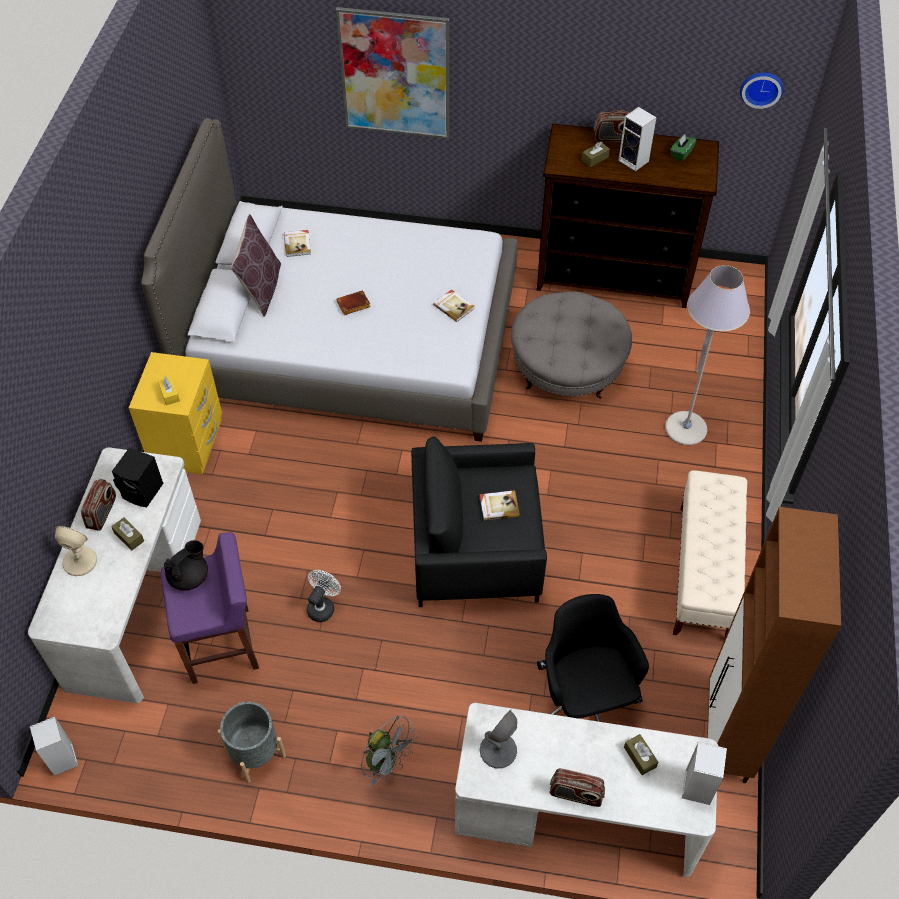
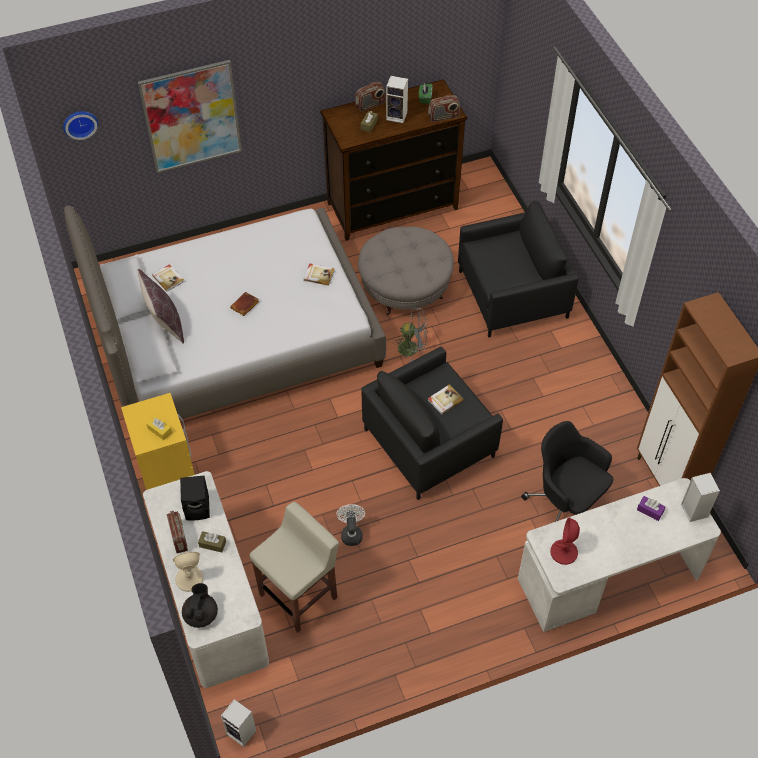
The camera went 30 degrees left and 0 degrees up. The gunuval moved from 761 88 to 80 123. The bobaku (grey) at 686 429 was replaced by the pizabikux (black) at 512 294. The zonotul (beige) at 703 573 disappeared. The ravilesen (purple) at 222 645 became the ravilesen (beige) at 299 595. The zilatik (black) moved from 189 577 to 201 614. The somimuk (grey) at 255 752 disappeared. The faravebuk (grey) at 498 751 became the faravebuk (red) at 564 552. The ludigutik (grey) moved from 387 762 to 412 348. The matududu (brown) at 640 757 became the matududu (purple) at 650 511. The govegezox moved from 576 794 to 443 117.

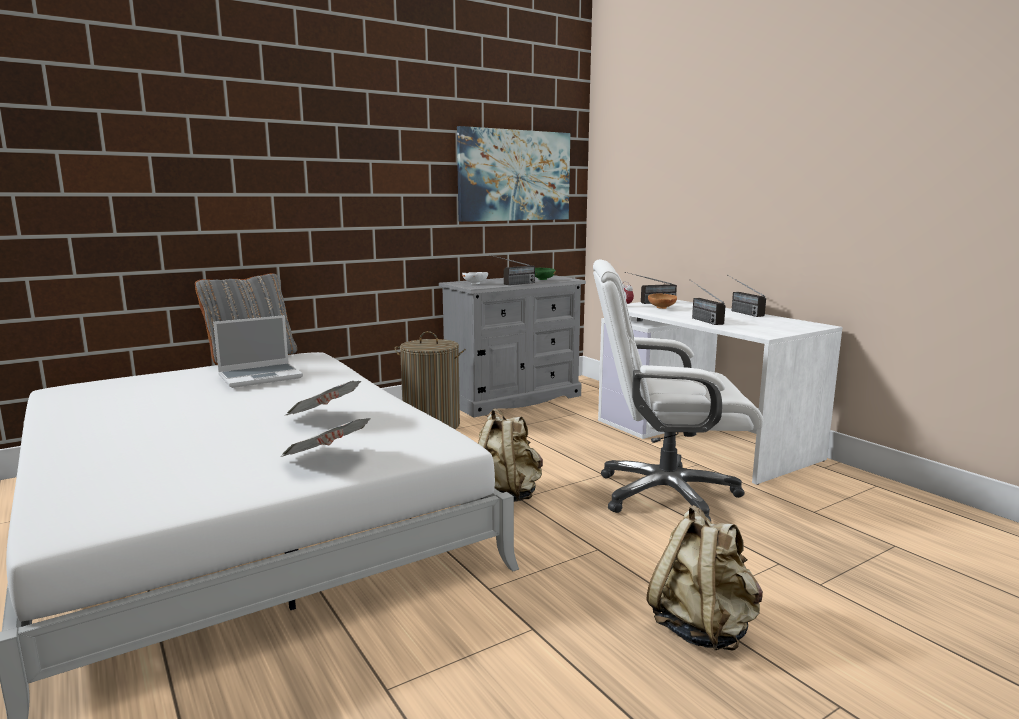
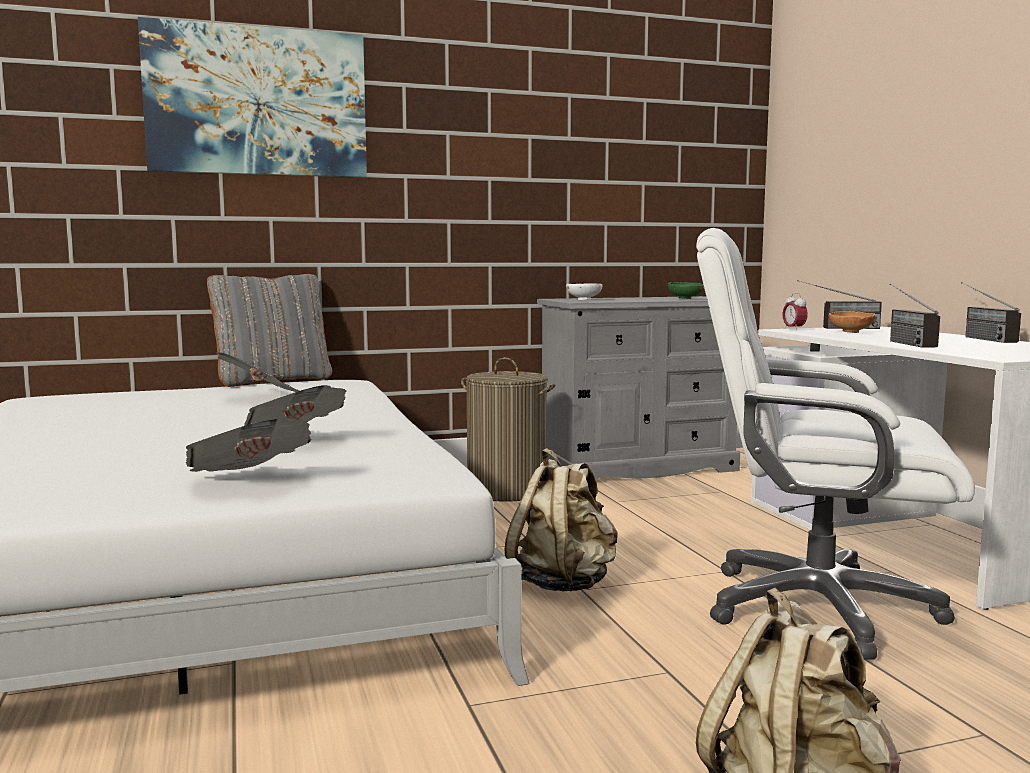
The camera went 15 degrees right and 5 degrees down. The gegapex moved from 514 175 to 257 102. The govegezox at 512 284 disappeared. The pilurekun at 261 377 was replaced by the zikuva at 262 396.

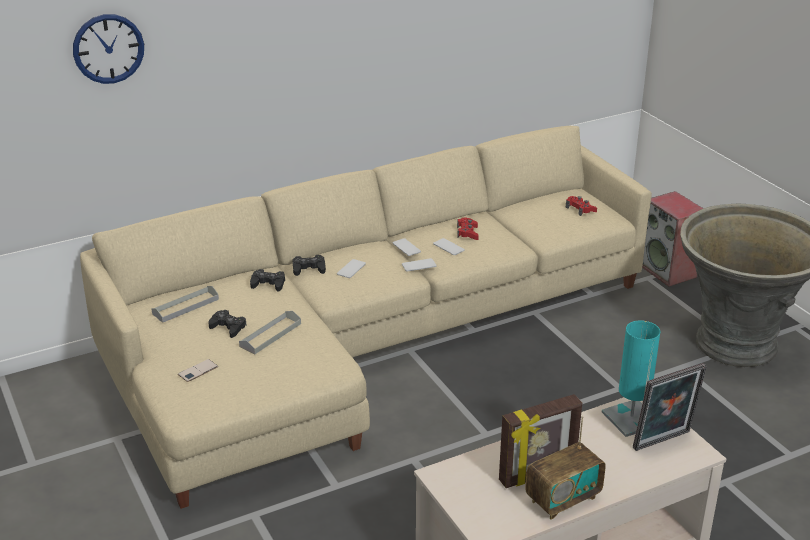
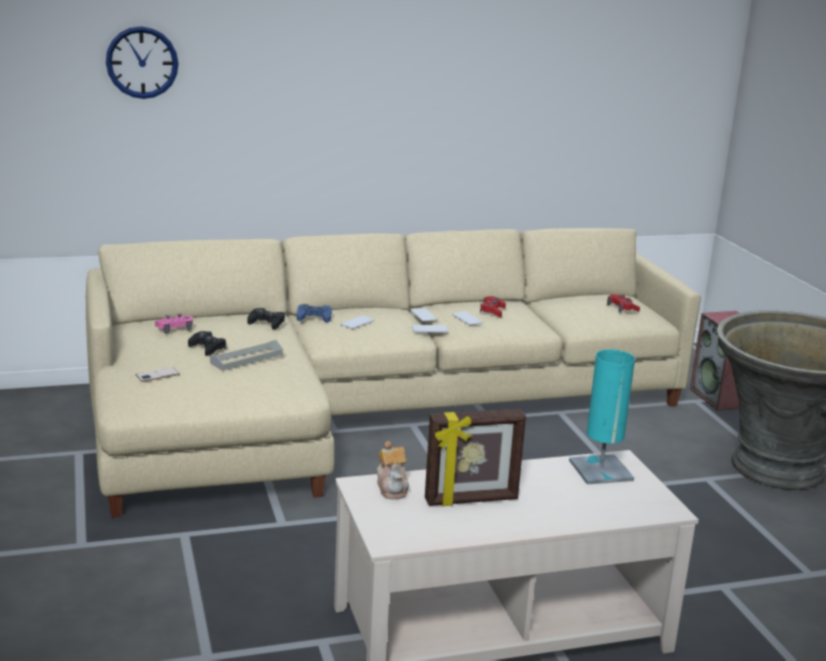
The camera went 10 degrees right and 10 degrees down. The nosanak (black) at 309 269 became the nosanak (blue) at 314 318. The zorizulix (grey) at 185 306 was replaced by the nosanak (pink) at 174 328. The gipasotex at 663 442 disappeared. The govegezox at 563 499 disappeared. The zilatik at 392 487 appeared.

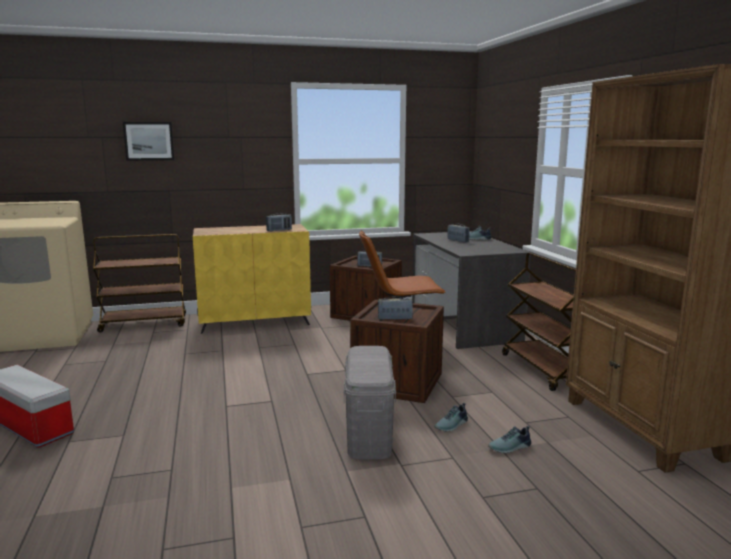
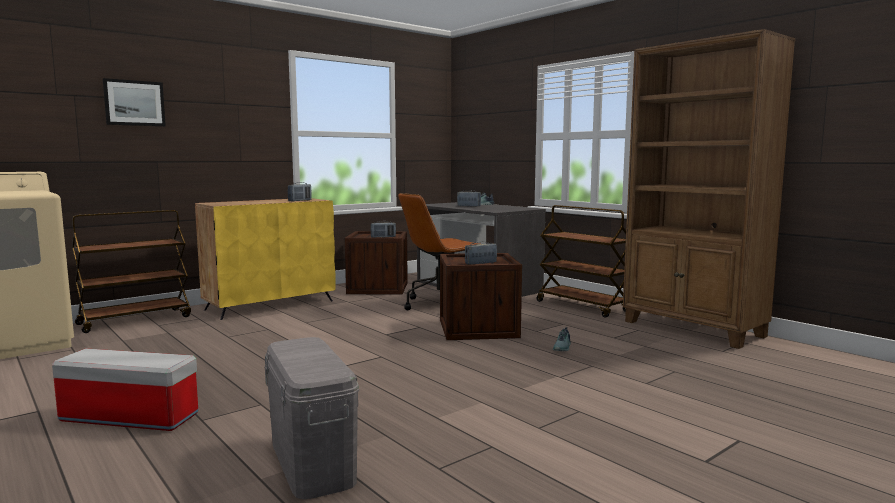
The camera went 25 degrees left and 5 degrees down. The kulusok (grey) moved from 368 433 to 311 461. The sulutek at 510 448 disappeared.

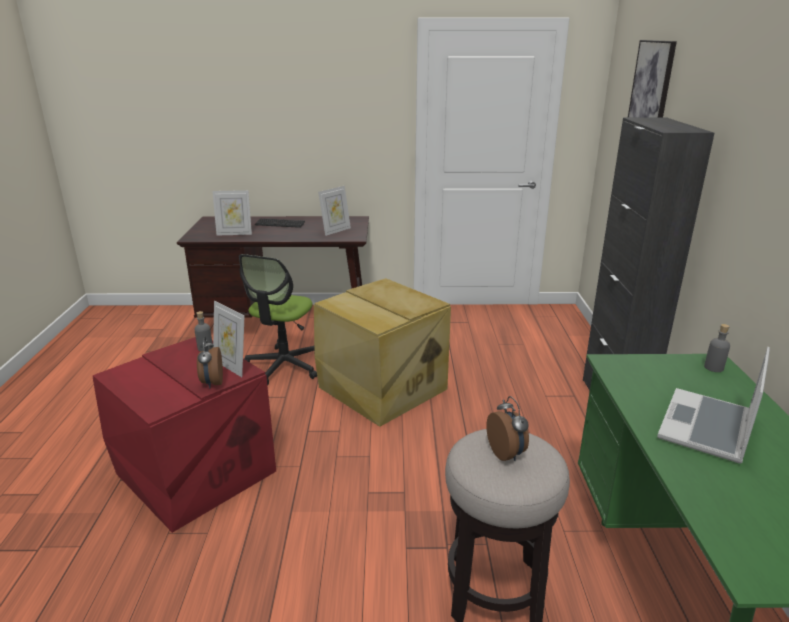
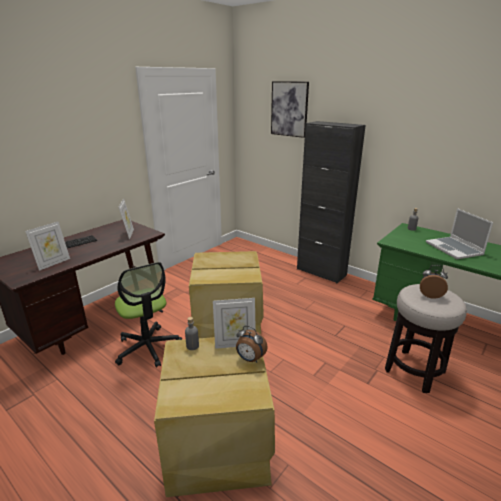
The camera went 50 degrees left and 0 degrees up. The kulusok (red) at 195 474 became the kulusok (beige) at 219 445.

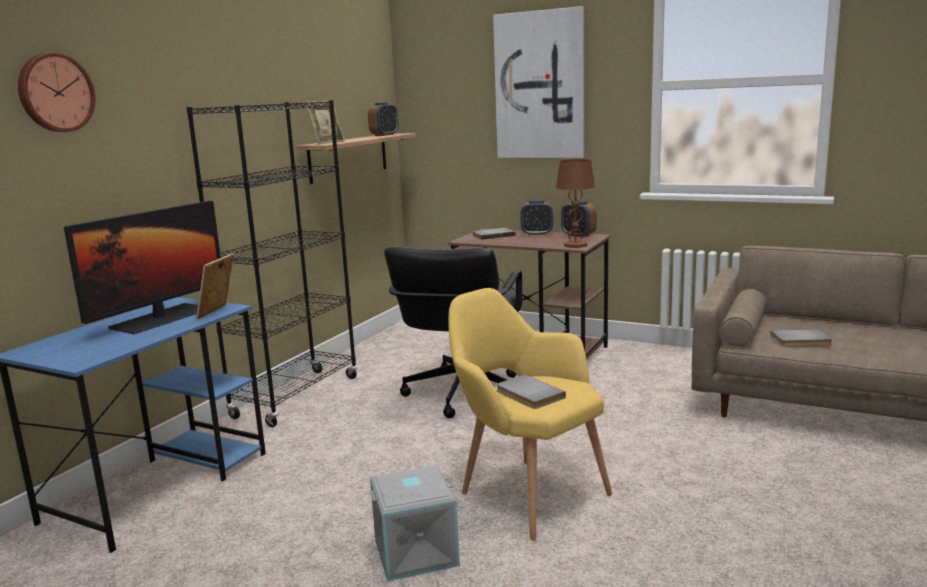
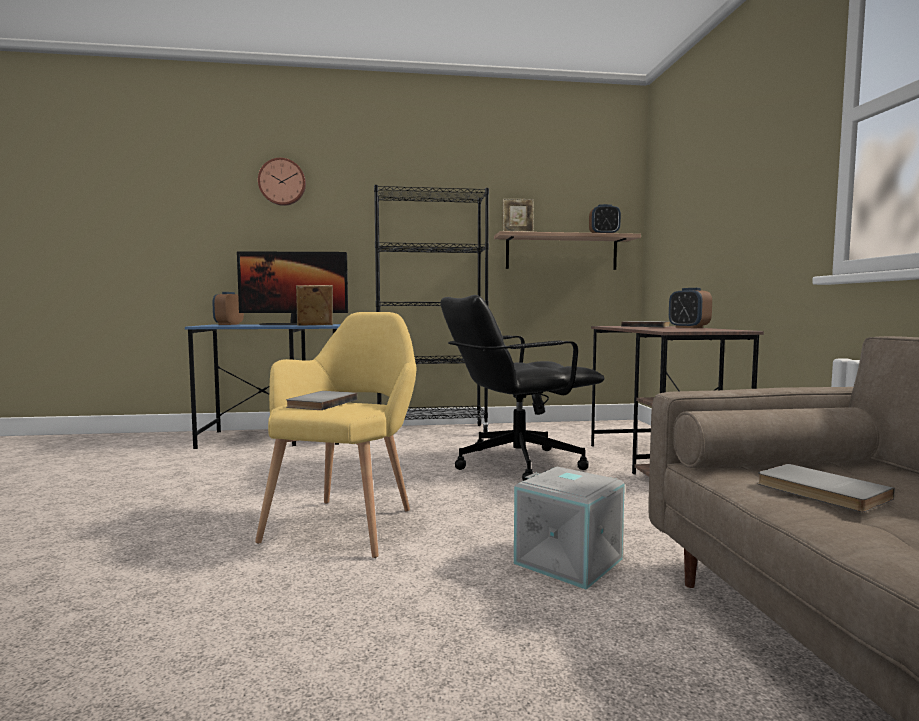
The camera went 55 degrees right and 10 degrees down. The gegapex at 540 86 disappeared. The faravebuk (brown) at 575 245 disappeared. The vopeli moved from 578 235 to 228 324. The kulusok (grey) moved from 416 551 to 570 560.

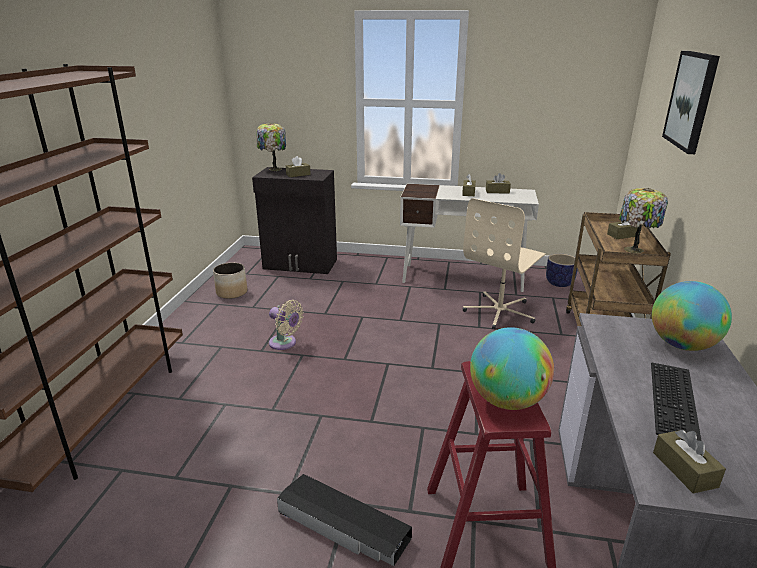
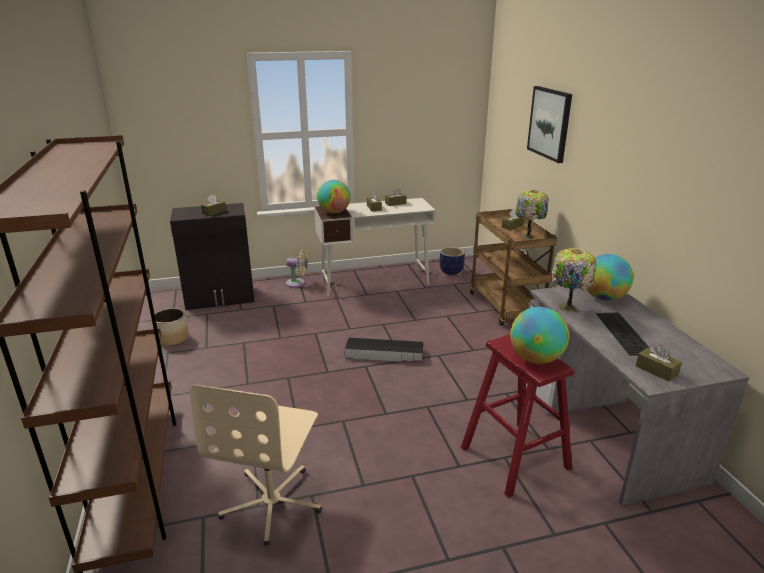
The camera went 25 degrees left and 0 degrees up. The faravebuk moved from 274 169 to 567 308. The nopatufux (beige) moved from 500 312 to 272 503. The ludigutik (beige) moved from 285 343 to 297 283. The kulusok (black) moved from 343 525 to 384 354. The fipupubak at 334 212 appeared.

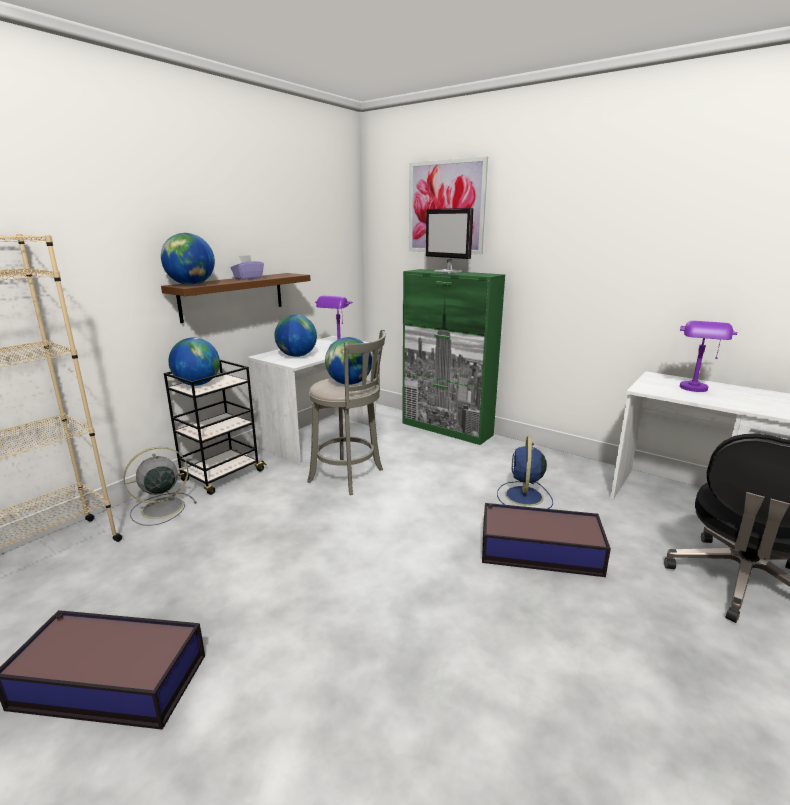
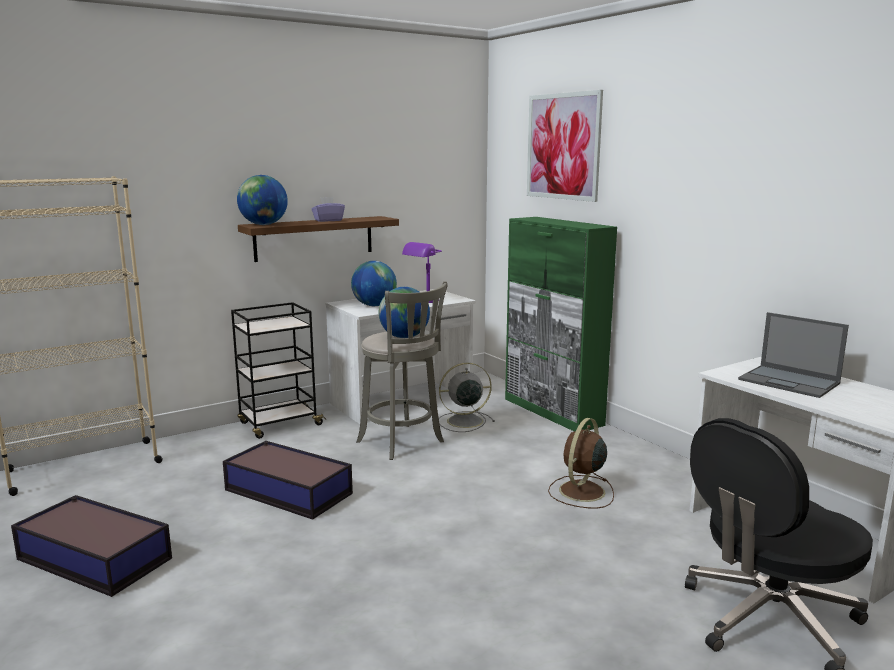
The camera went 20 degrees right and 5 degrees down. The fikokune at 448 272 disappeared. The faravebuk (purple) at 695 390 was replaced by the pilurekun at 790 382. The fipupubak at 197 384 disappeared. The ludigutik (blue) at 524 497 became the ludigutik (brown) at 581 492. The ludigutik (grey) moved from 160 508 to 463 421. The kulusok moved from 538 550 to 287 491.

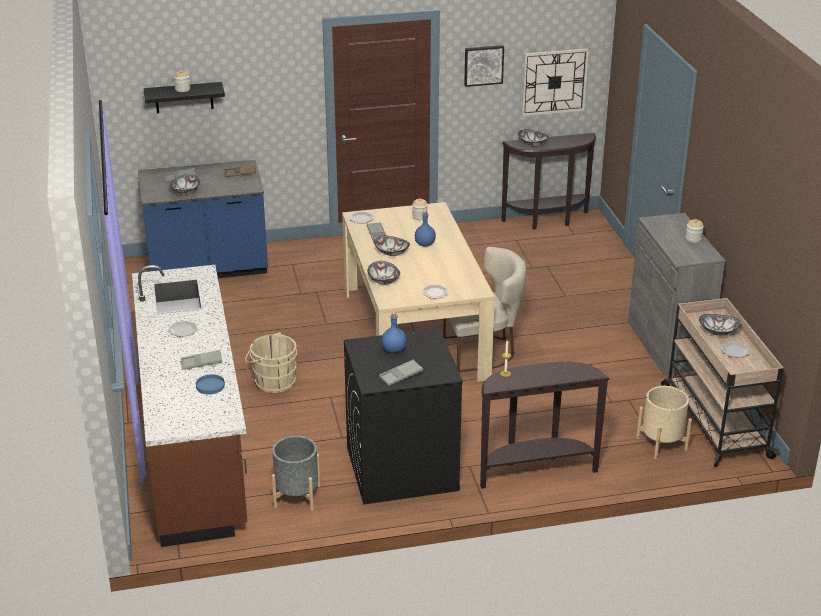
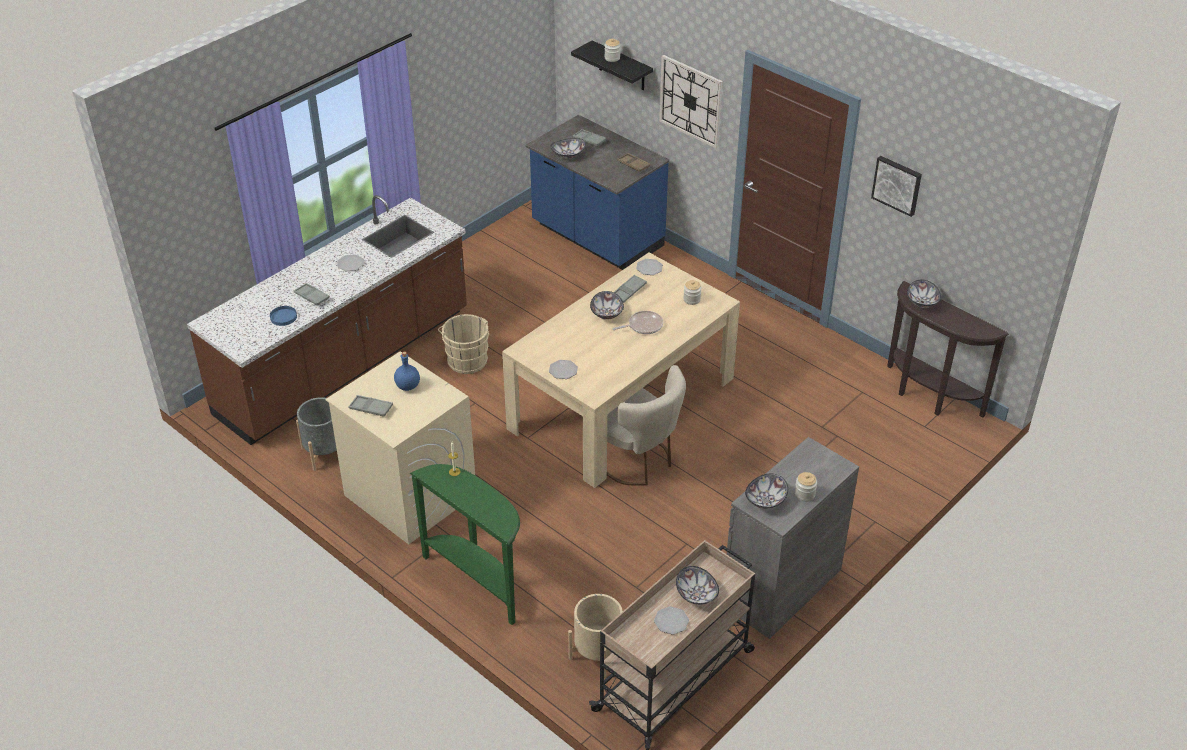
The camera went 55 degrees right and 10 degrees up. The gunuval moved from 554 82 to 691 101. The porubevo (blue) at 424 244 was replaced by the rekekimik at 643 325. The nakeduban moved from 384 281 to 766 500. The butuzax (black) at 401 469 became the butuzax (beige) at 409 494. The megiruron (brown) at 535 470 became the megiruron (green) at 478 580.

